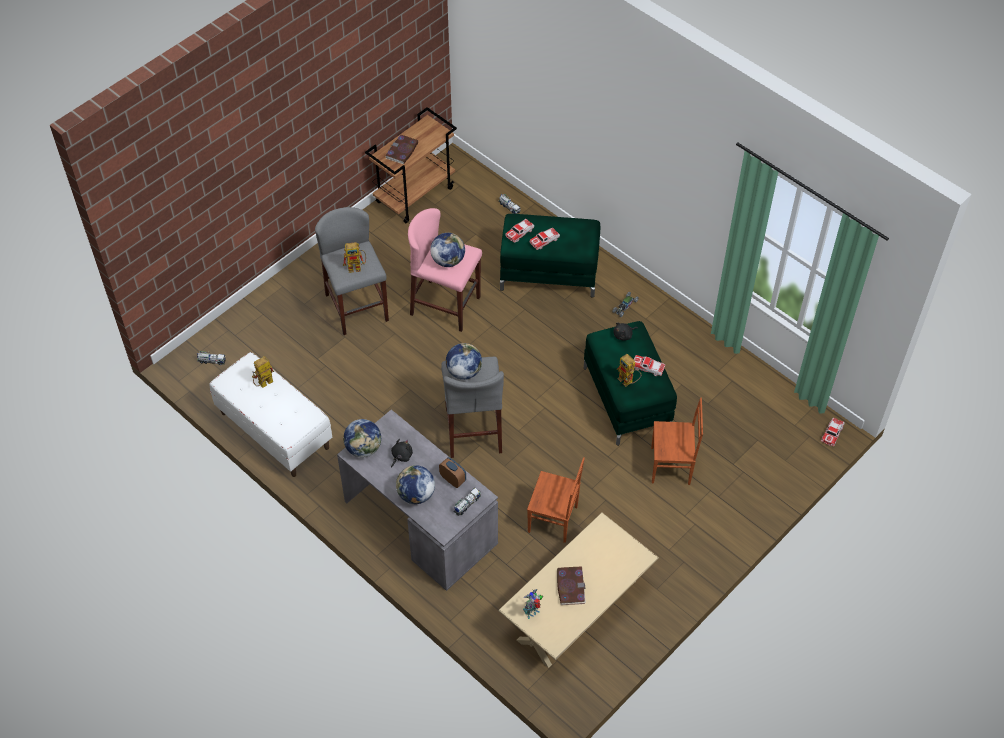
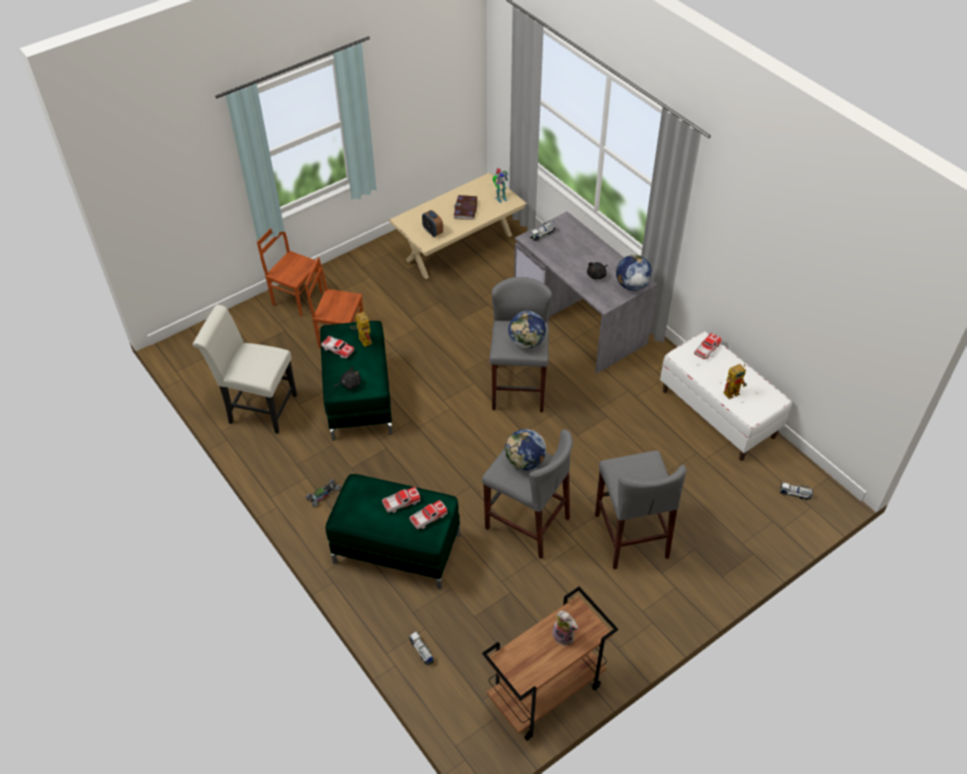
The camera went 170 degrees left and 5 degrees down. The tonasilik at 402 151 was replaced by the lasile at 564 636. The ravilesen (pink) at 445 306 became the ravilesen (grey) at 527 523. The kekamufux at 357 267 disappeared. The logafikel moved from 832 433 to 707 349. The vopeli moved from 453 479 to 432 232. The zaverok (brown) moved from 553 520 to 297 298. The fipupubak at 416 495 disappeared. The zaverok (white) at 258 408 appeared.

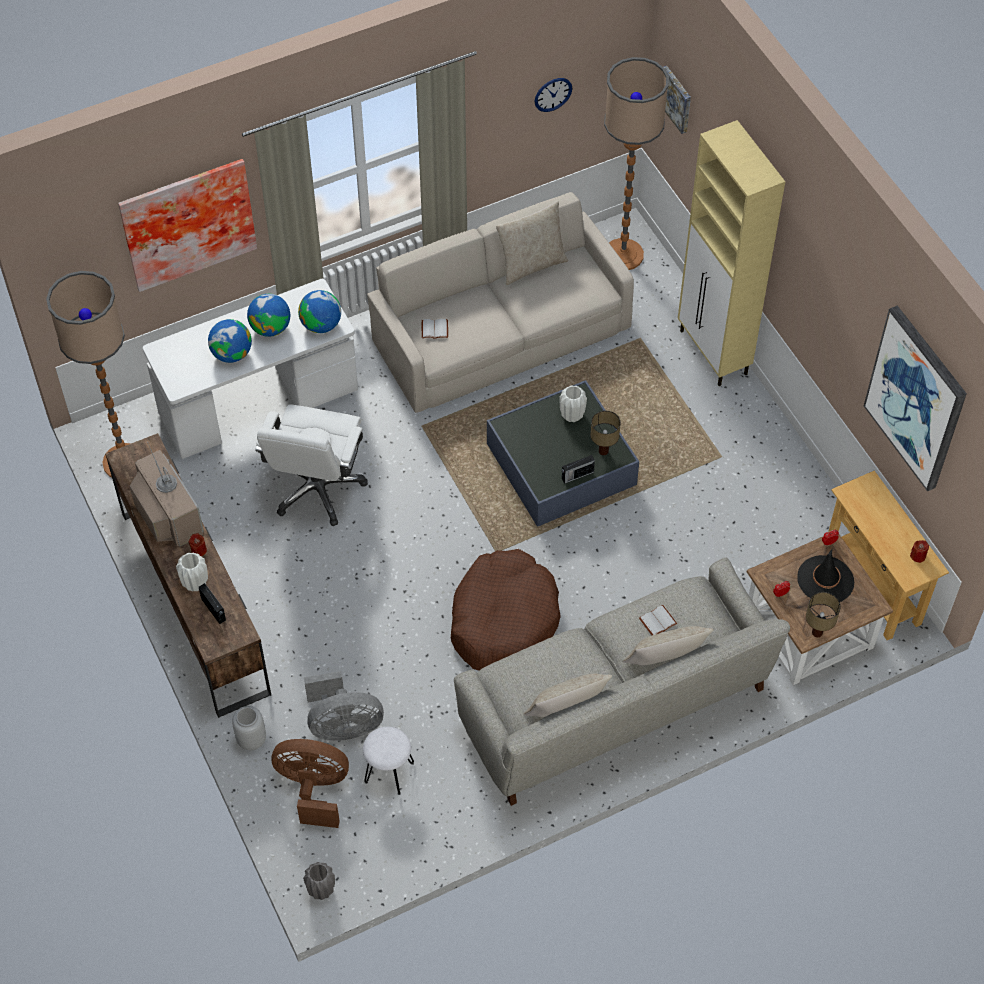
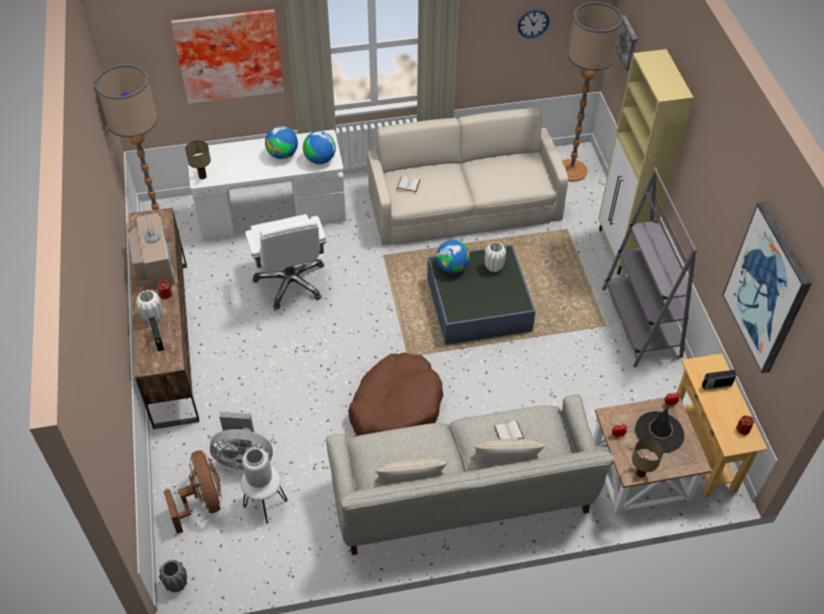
The camera went 15 degrees right and 5 degrees down. The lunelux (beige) at 531 264 disappeared. The fipupubak moved from 231 354 to 452 267. The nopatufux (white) at 317 488 turned 45 degrees counterclockwise. The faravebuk moved from 604 451 to 203 176. The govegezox moved from 577 475 to 716 385. The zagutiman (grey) moved from 252 739 to 260 478. The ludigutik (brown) at 314 789 turned 45 degrees clockwise. The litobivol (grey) at 641 322 appeared.

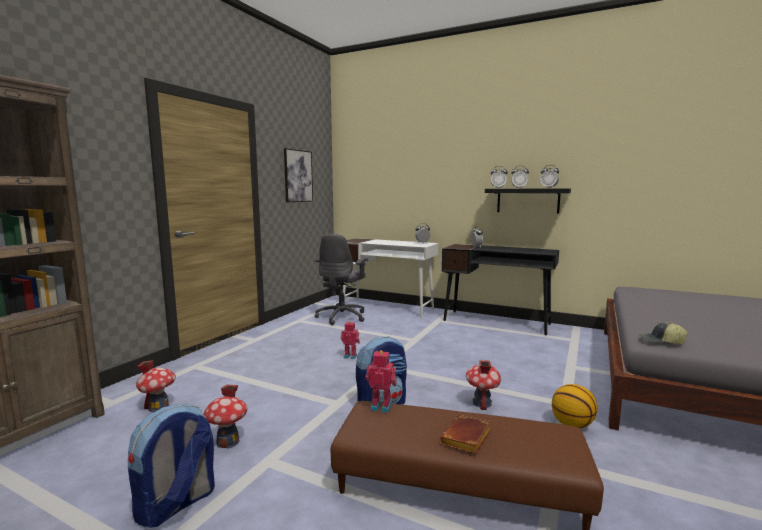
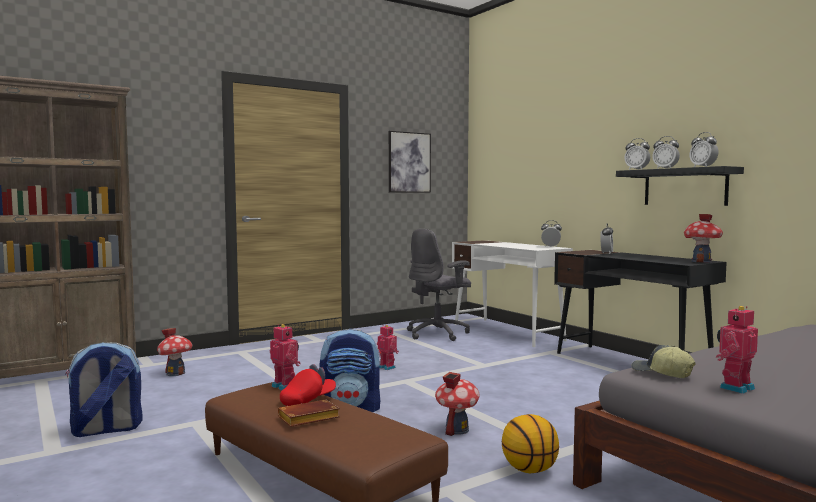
The camera went 30 degrees right and 5 degrees down. The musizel moved from 228 442 to 701 261. The kekamufux at 734 387 appeared. The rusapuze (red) at 308 401 appeared.

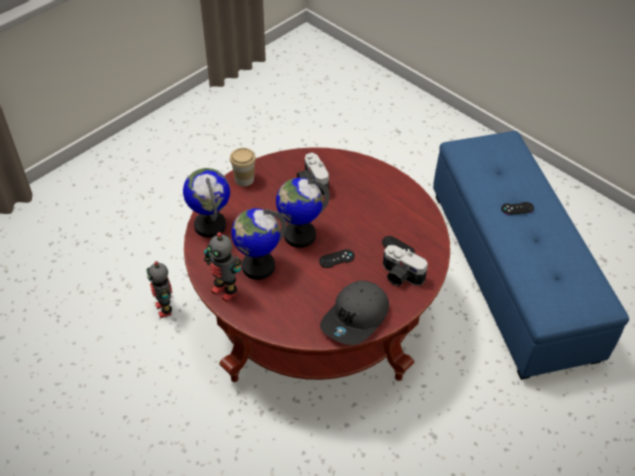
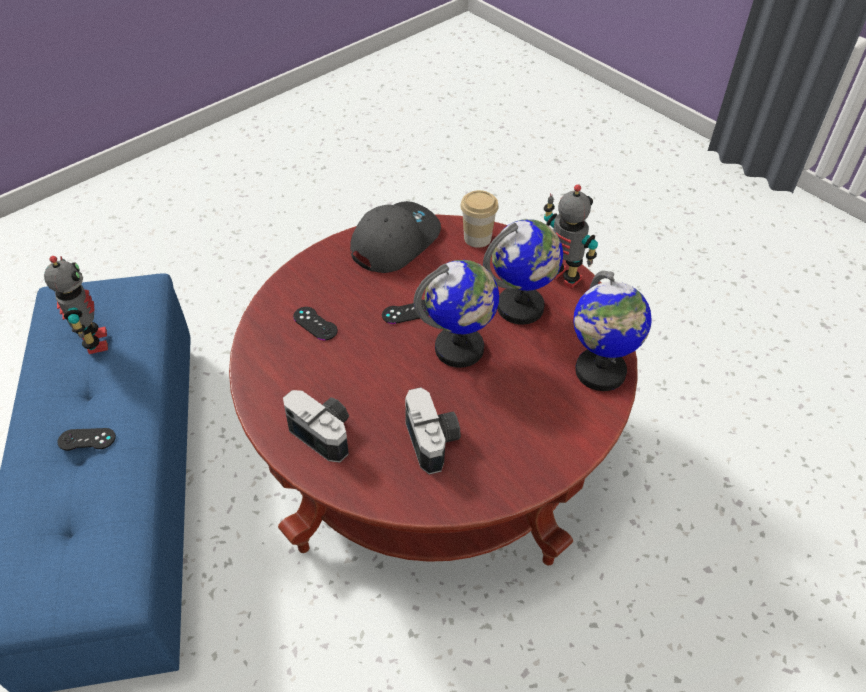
The camera went 175 degrees left and 0 degrees up. The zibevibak moved from 244 179 to 477 238. The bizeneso moved from 400 276 to 325 432. The kekamufux moved from 165 309 to 94 342.

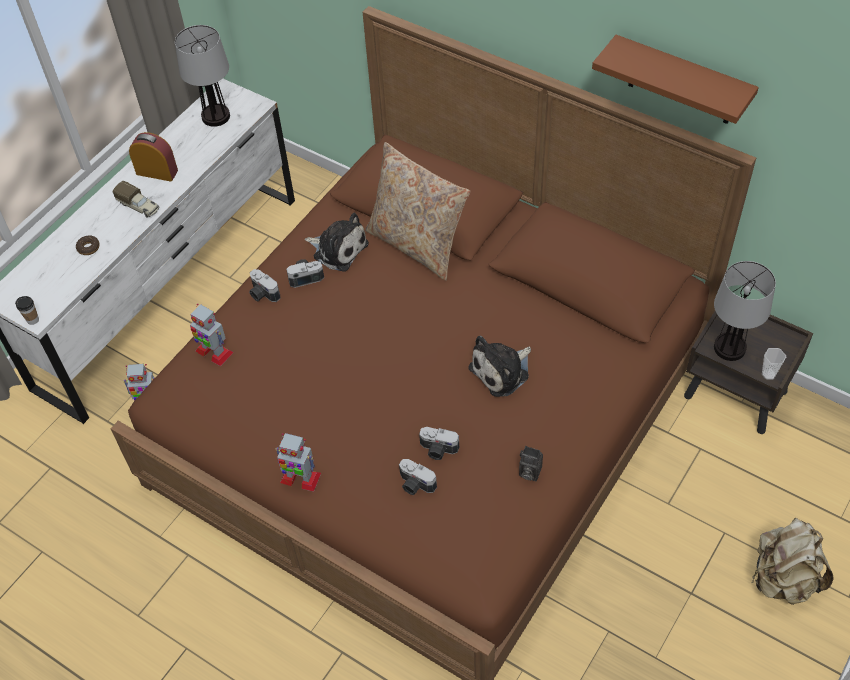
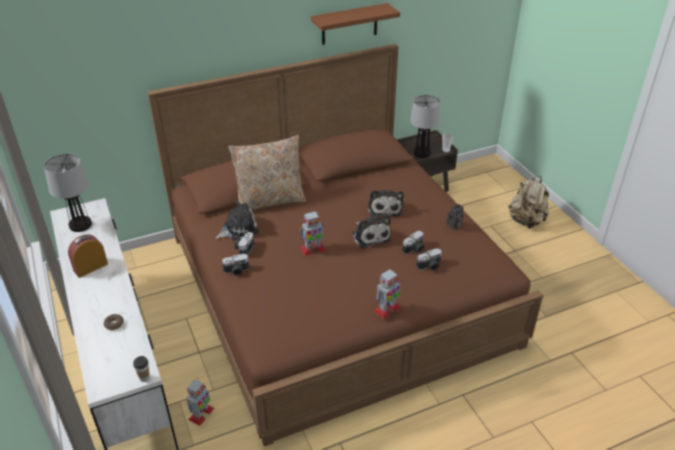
The camera went 60 degrees left and 15 degrees down. The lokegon at 139 206 disappeared. The kekamufux moved from 213 351 to 312 249. The lasile at 370 236 appeared.

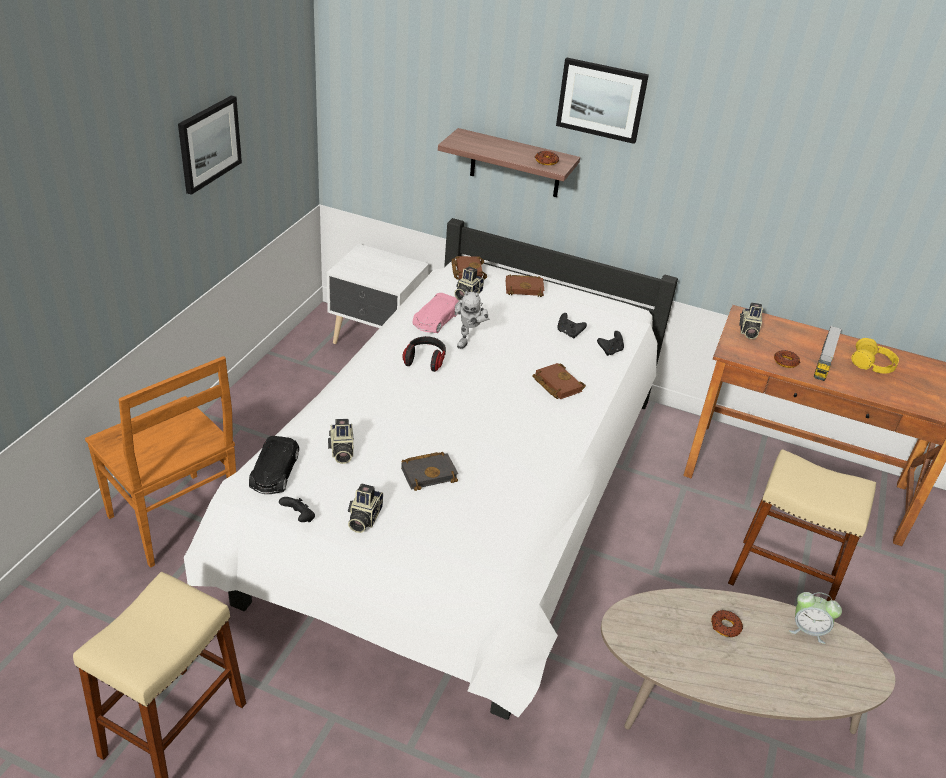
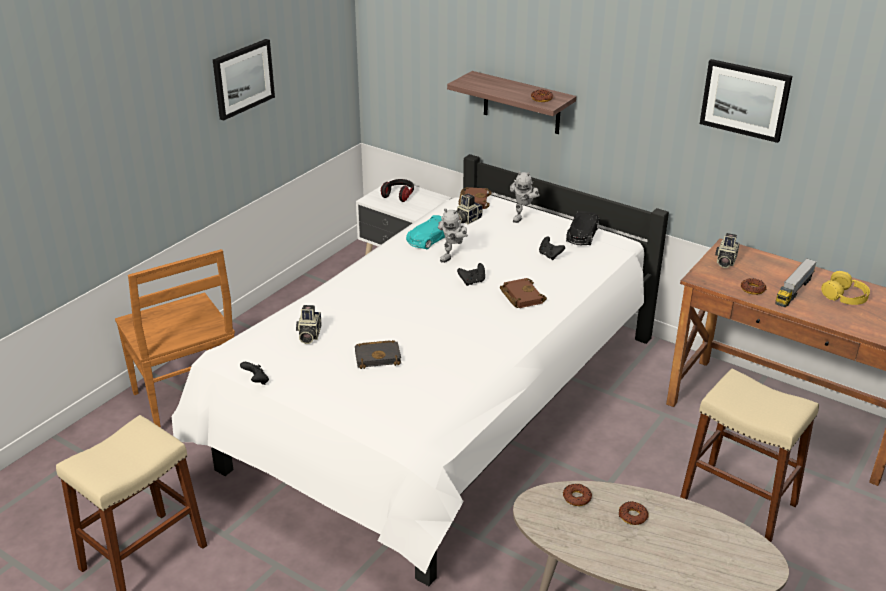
The camera went 15 degrees right and 5 degrees down. The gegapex moved from 601 100 to 745 99. The tonasilik (brown) at 525 288 was replaced by the kekamufux at 523 217. The logafikel (pink) at 436 320 became the logafikel (turquoise) at 429 239. The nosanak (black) moved from 610 351 to 472 282. The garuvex moved from 425 360 to 399 195. The logafikel (black) moved from 274 472 to 582 235. The bizeneso at 363 518 disappeared. The vopeli at 808 630 disappeared. The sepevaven at 576 497 appeared.

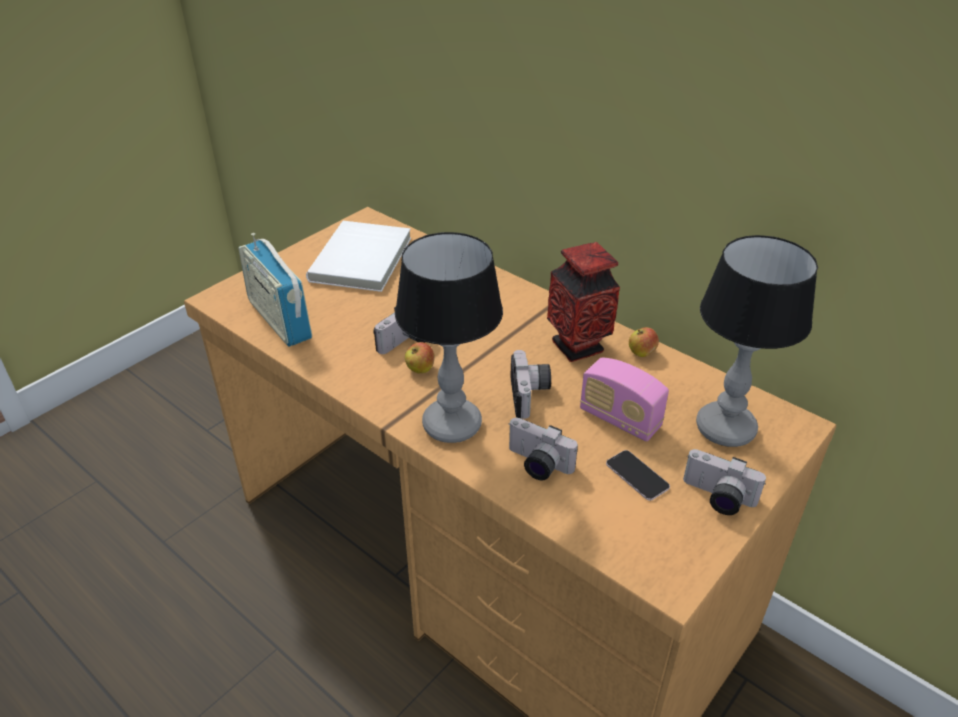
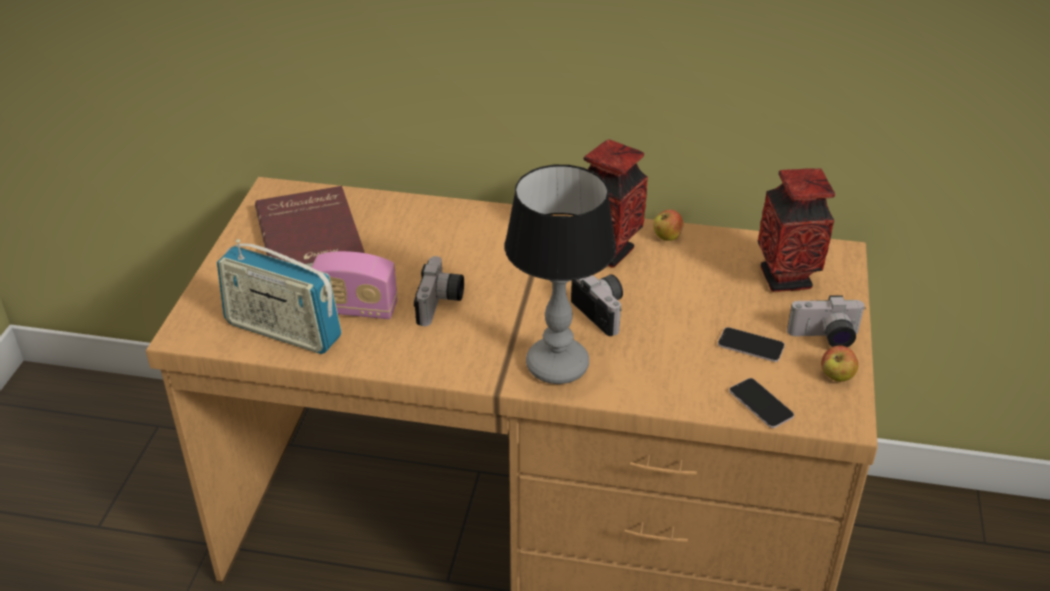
The camera went 30 degrees left and 0 degrees up. The tonasilik (white) at 363 259 became the tonasilik (red) at 312 236. The faravebuk at 724 428 was replaced by the zagutiman at 786 278. The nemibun moved from 420 369 to 836 376. The govegezox moved from 620 419 to 356 309. The bizeneso at 536 465 disappeared. The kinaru at 761 404 appeared.

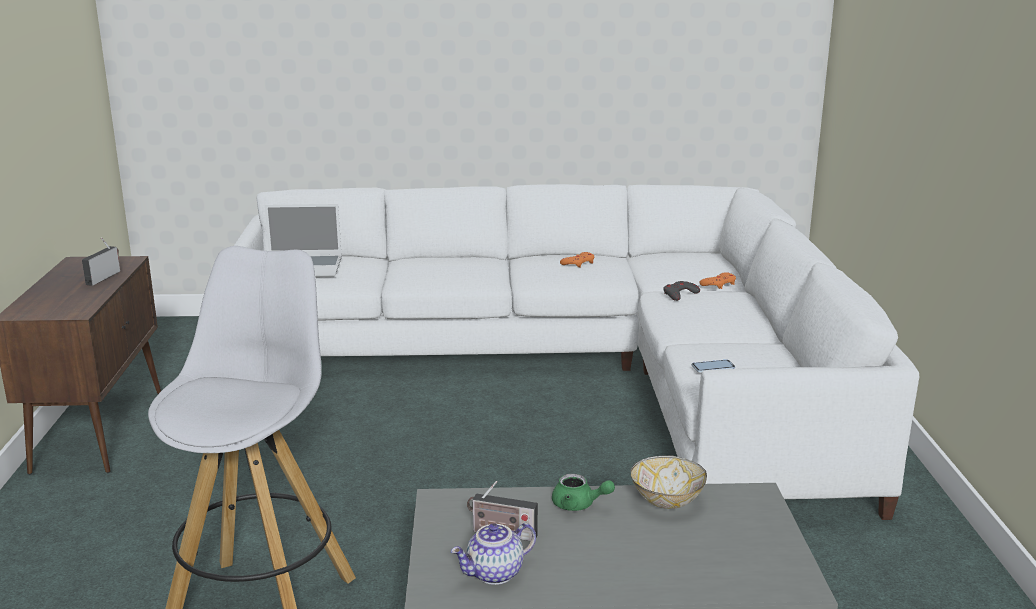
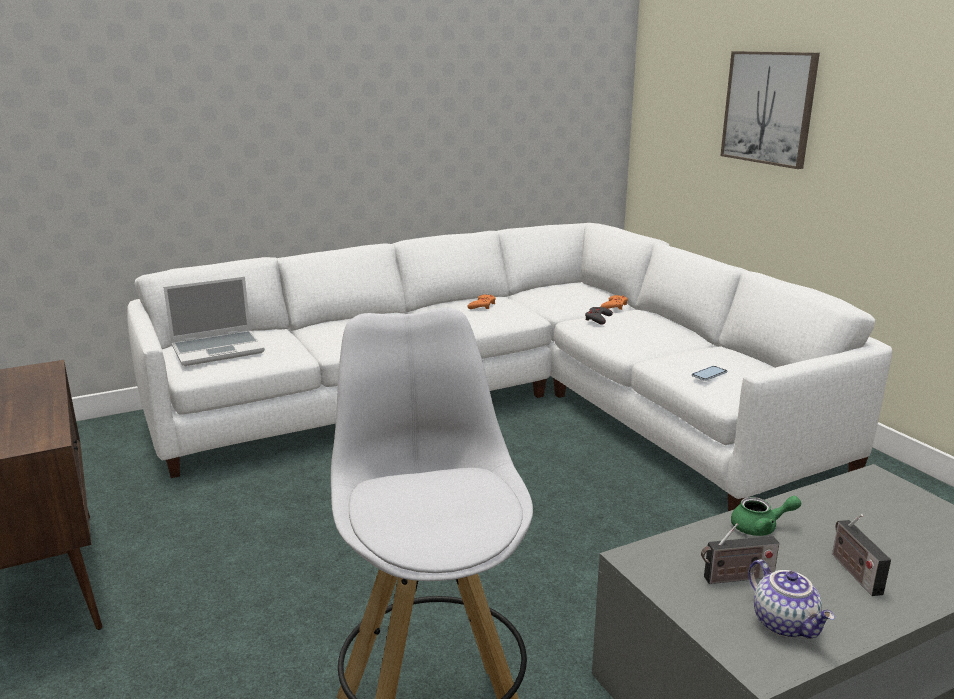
The camera went 25 degrees left and 0 degrees up. The govegezox moved from 104 277 to 853 572. The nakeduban at 666 501 disappeared. The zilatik at 495 574 turned 60 degrees counterclockwise. The gegapex at 769 108 appeared.

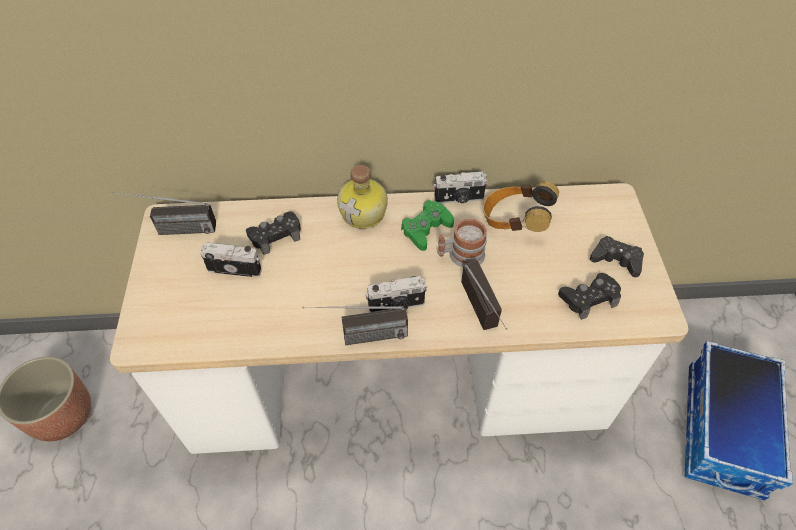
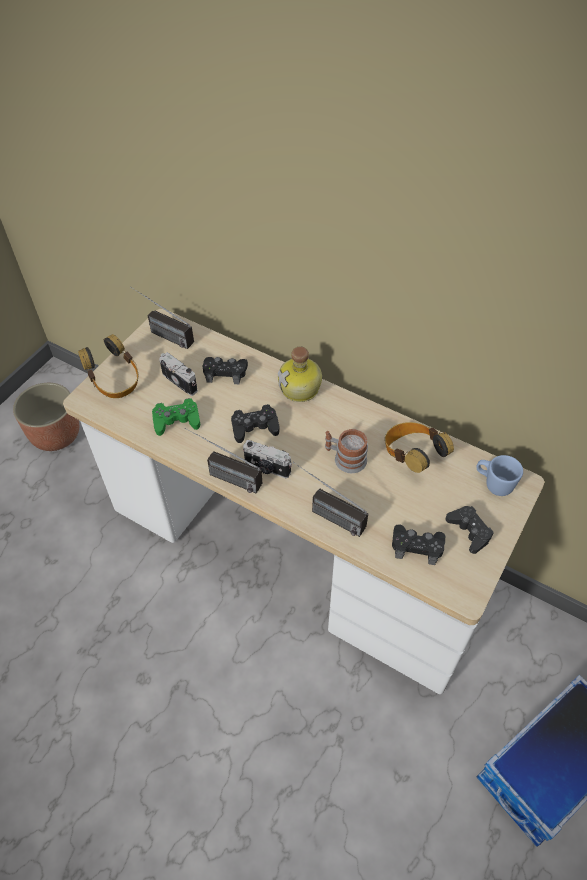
The camera went 35 degrees right and 0 degrees up. The bizeneso at 459 199 disappeared. The nosanak (green) moved from 426 229 to 176 420. The govegezox at 487 316 turned 105 degrees clockwise. The garuvex at 115 381 appeared. The nosanak (black) at 255 427 appeared. The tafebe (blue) at 493 484 appeared.

